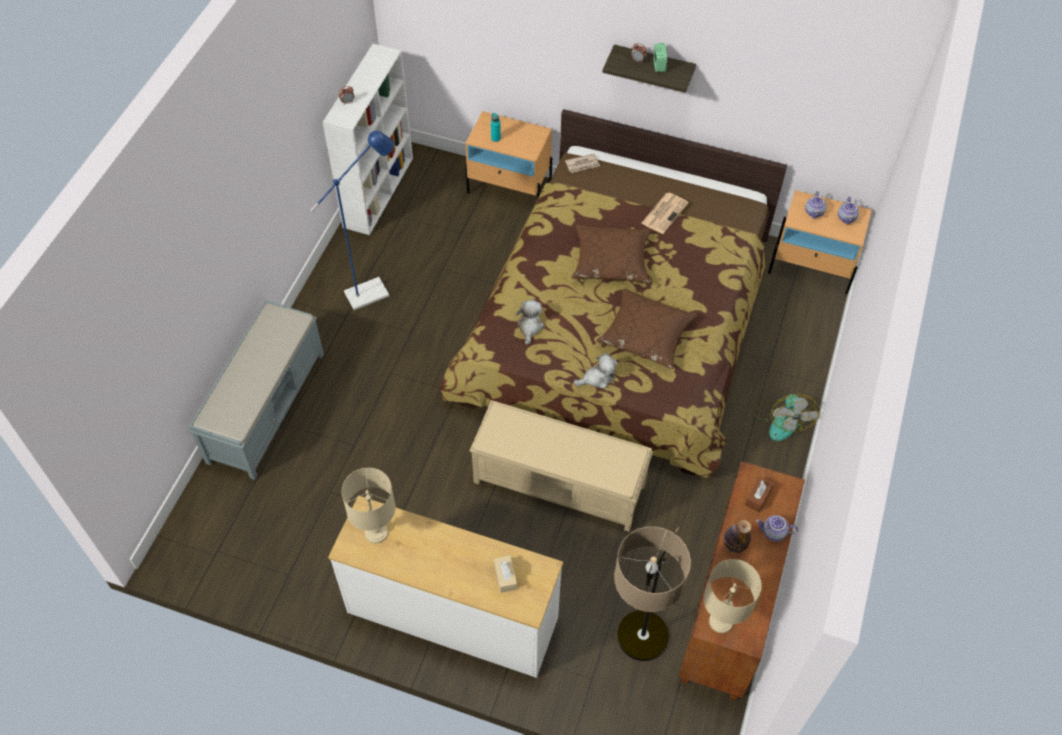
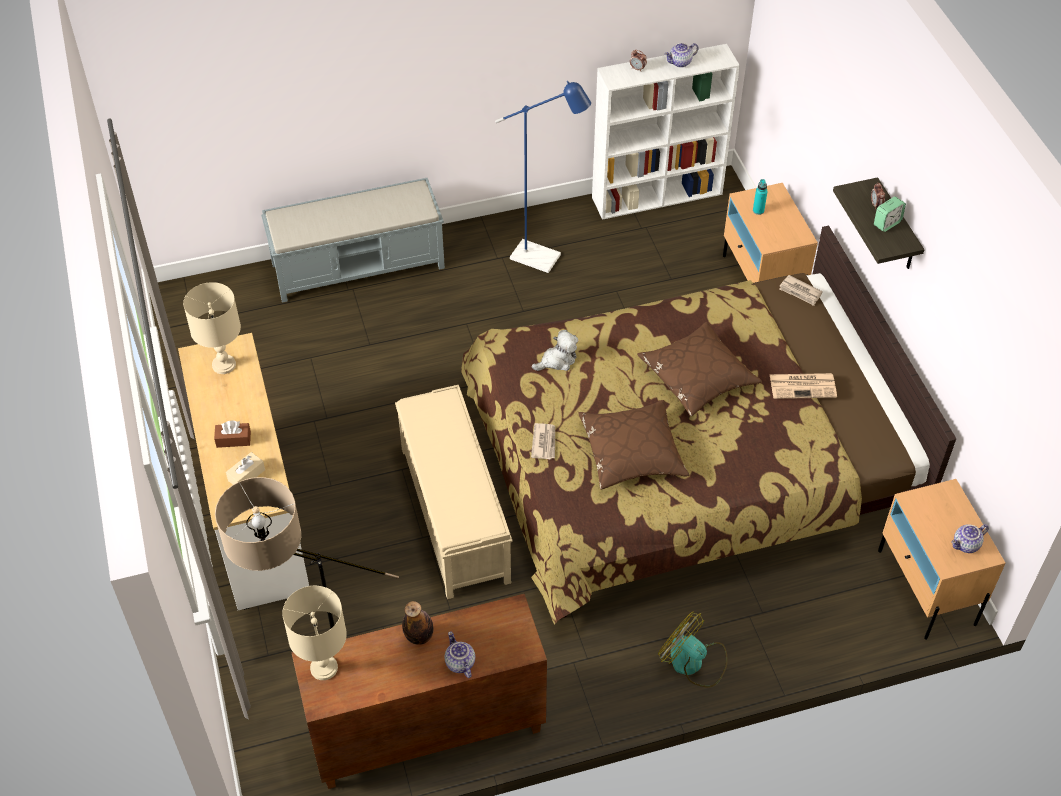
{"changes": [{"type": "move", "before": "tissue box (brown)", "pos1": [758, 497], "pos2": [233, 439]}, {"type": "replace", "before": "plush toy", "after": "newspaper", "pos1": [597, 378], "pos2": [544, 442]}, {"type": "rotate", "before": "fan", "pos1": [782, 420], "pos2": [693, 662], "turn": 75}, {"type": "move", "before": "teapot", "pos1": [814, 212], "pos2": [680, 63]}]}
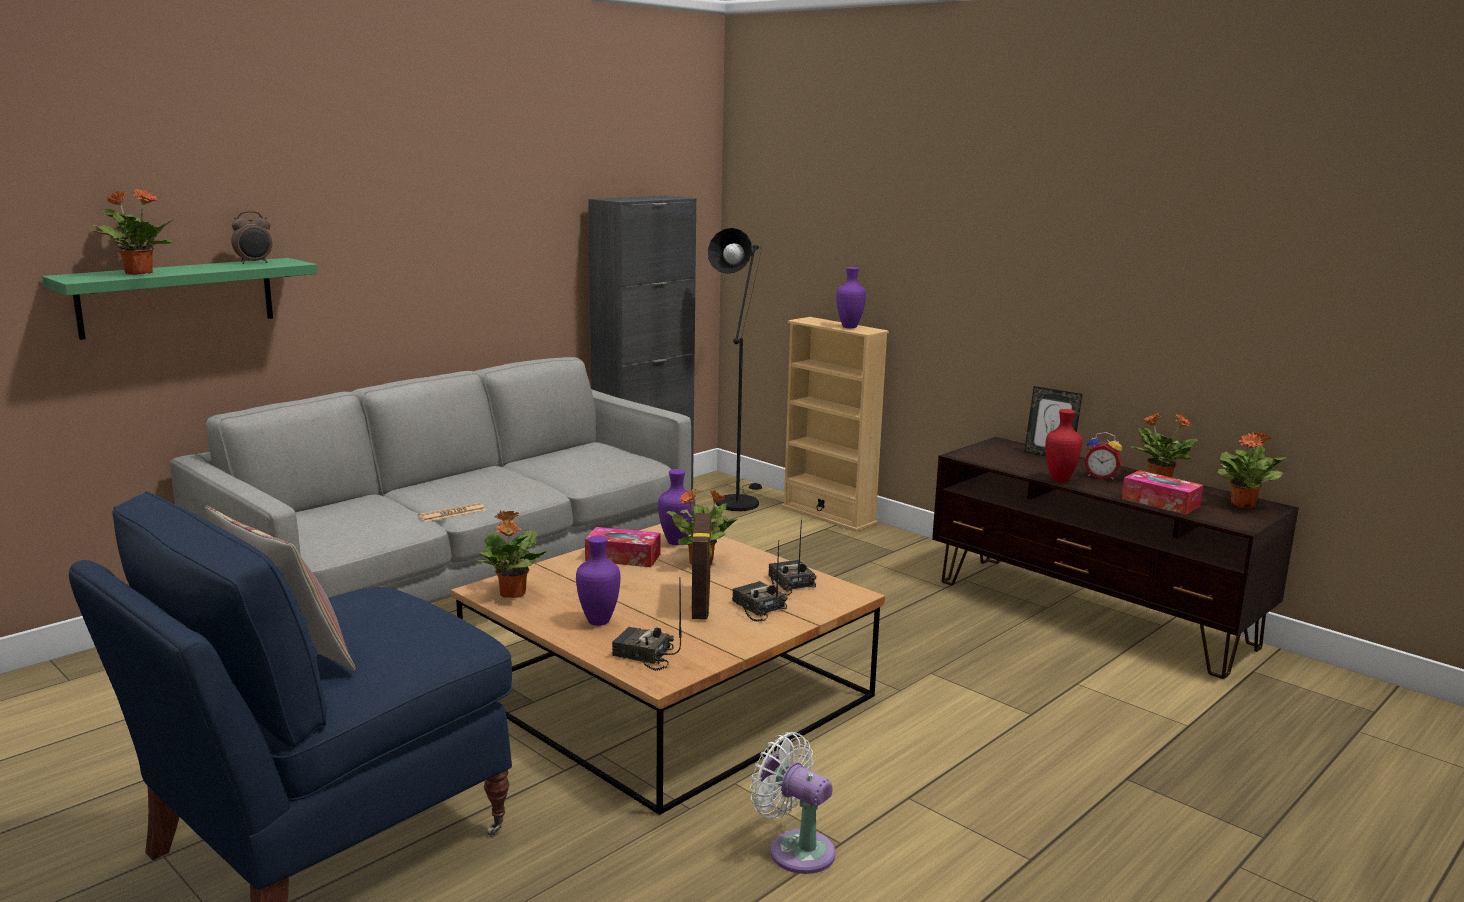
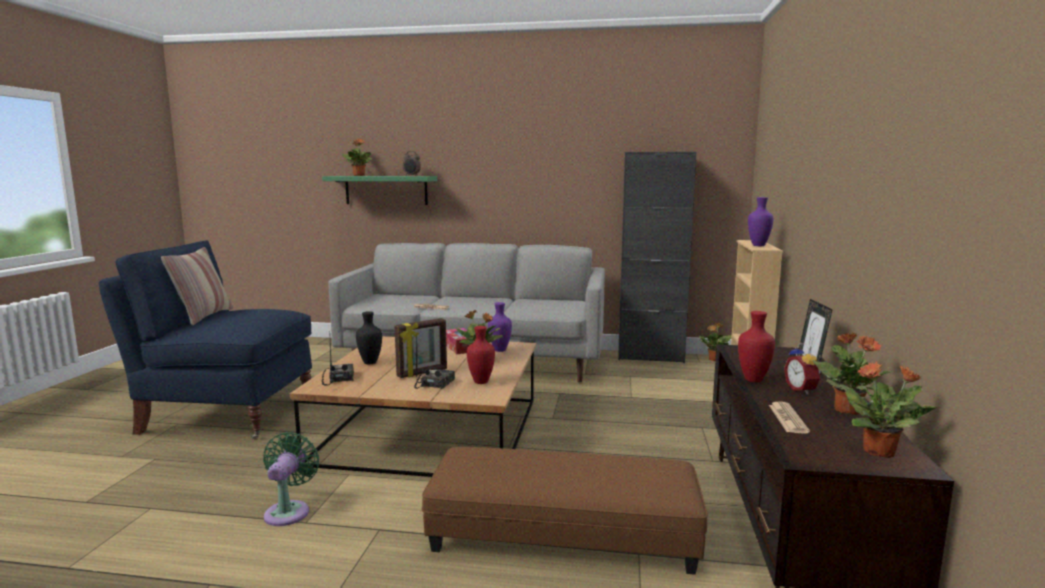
{"changes": [{"type": "recolor", "before": "fan (white)", "after": "fan (green)", "pos1": [796, 849], "pos2": [289, 511]}, {"type": "recolor", "before": "vase (purple)", "after": "vase (black)", "pos1": [599, 621], "pos2": [371, 362]}, {"type": "insert", "after": "ottoman (brown)", "pos2": [563, 533]}, {"type": "replace", "before": "radio", "after": "vase (red)", "pos1": [789, 584], "pos2": [482, 382]}, {"type": "move", "before": "potted plant", "pos1": [512, 594], "pos2": [714, 359]}, {"type": "replace", "before": "tissue box", "after": "newspaper", "pos1": [1160, 502], "pos2": [787, 418]}, {"type": "delete", "before": "floor lamp (black)", "pos1": [738, 501]}]}
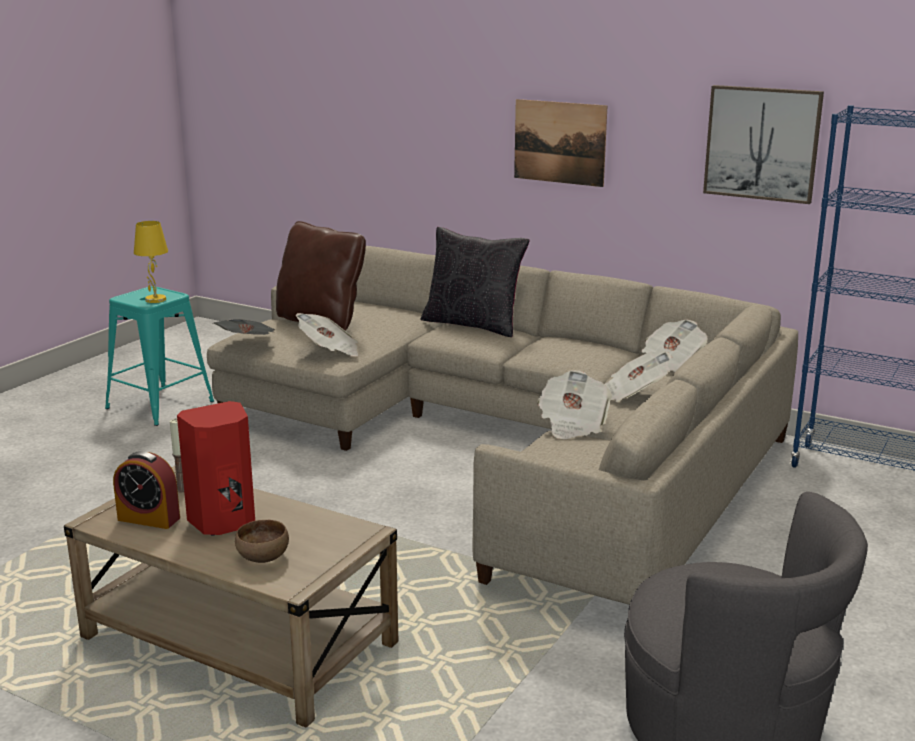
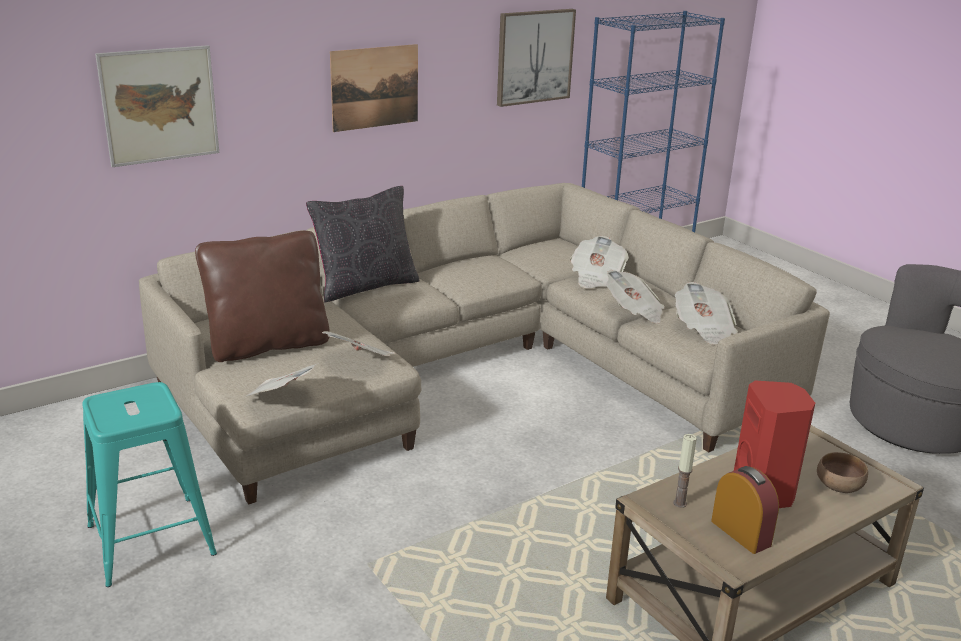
{"changes": [{"type": "insert", "after": "picture", "pos2": [160, 105]}, {"type": "move", "before": "newspaper", "pos1": [669, 364], "pos2": [703, 329]}, {"type": "rotate", "before": "alarm clock", "pos1": [149, 519], "pos2": [740, 533], "turn": -75}, {"type": "delete", "before": "table lamp (yellow)", "pos1": [155, 300]}]}
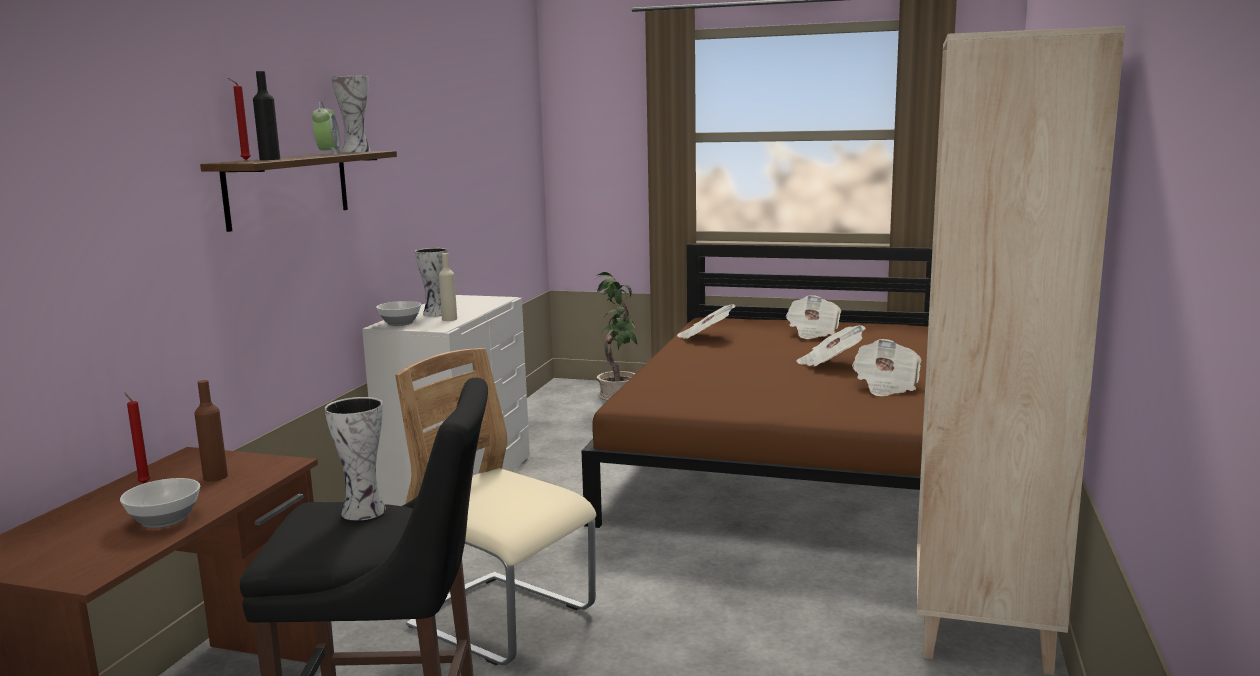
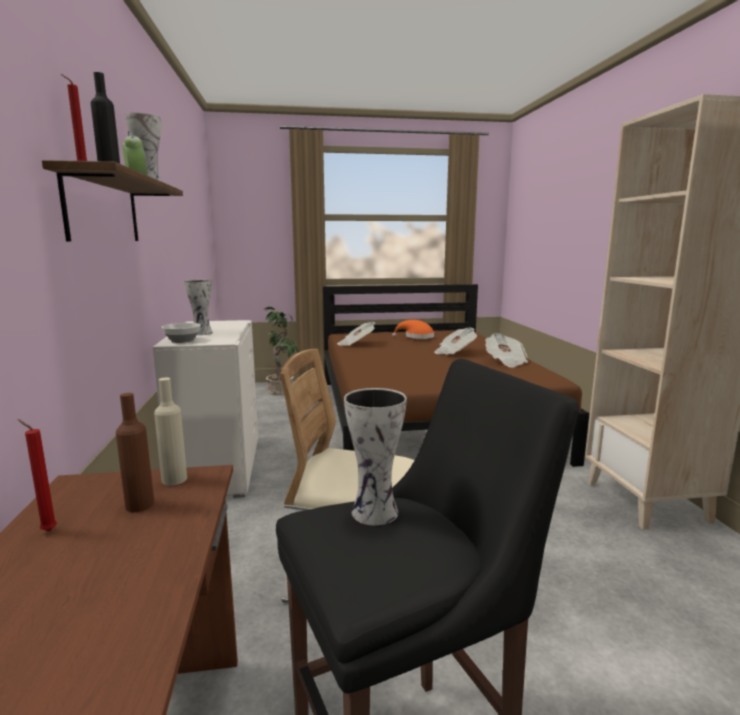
{"changes": [{"type": "move", "before": "bottle (beige)", "pos1": [449, 319], "pos2": [174, 479]}, {"type": "replace", "before": "newspaper", "after": "hat (orange)", "pos1": [812, 332], "pos2": [416, 337]}, {"type": "delete", "before": "bowl", "pos1": [166, 519]}]}
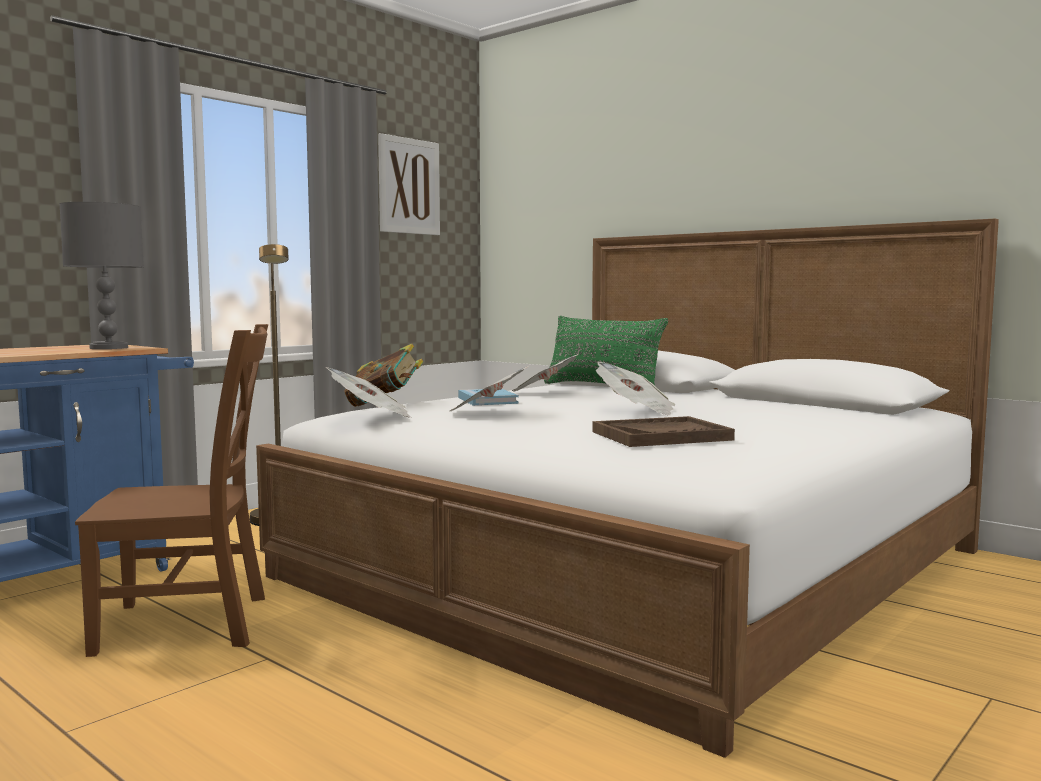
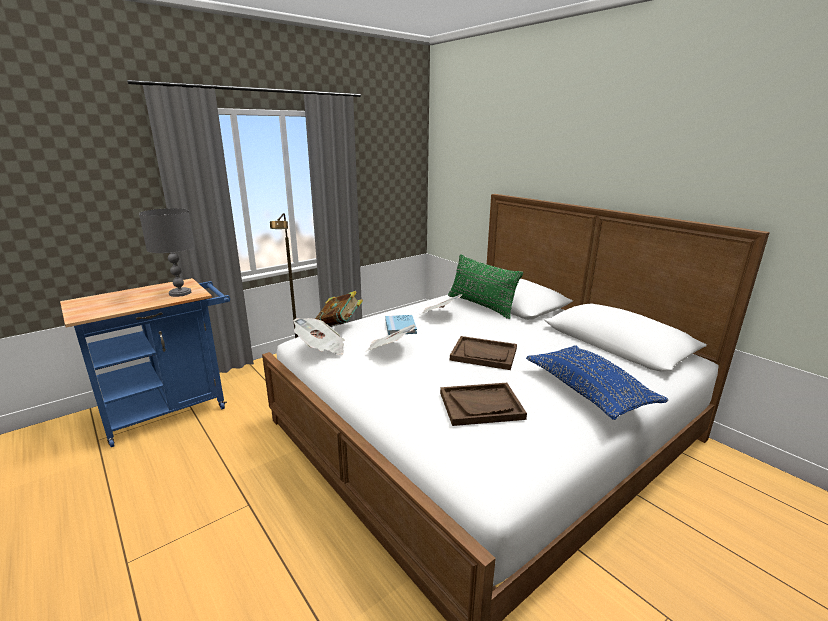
{"changes": [{"type": "replace", "before": "newspaper", "after": "tray (brown)", "pos1": [636, 411], "pos2": [484, 354]}, {"type": "insert", "after": "pillow (blue)", "pos2": [589, 391]}, {"type": "delete", "before": "chair (brown)", "pos1": [191, 624]}, {"type": "delete", "before": "picture", "pos1": [409, 186]}]}
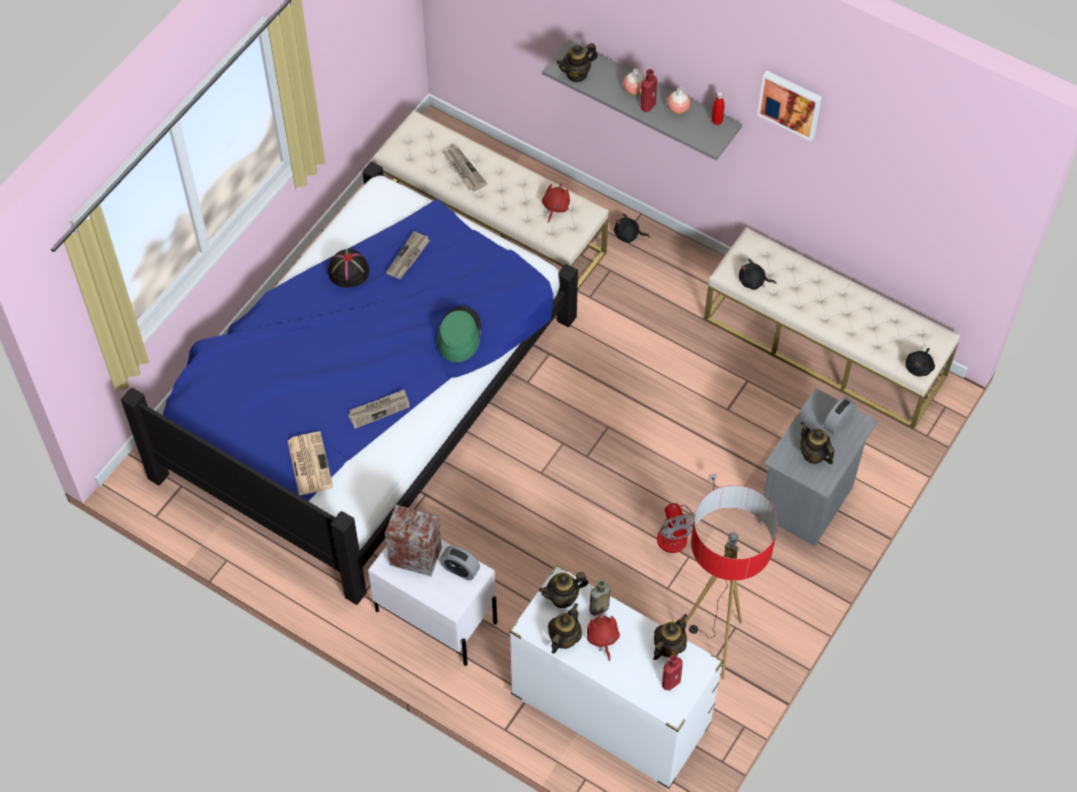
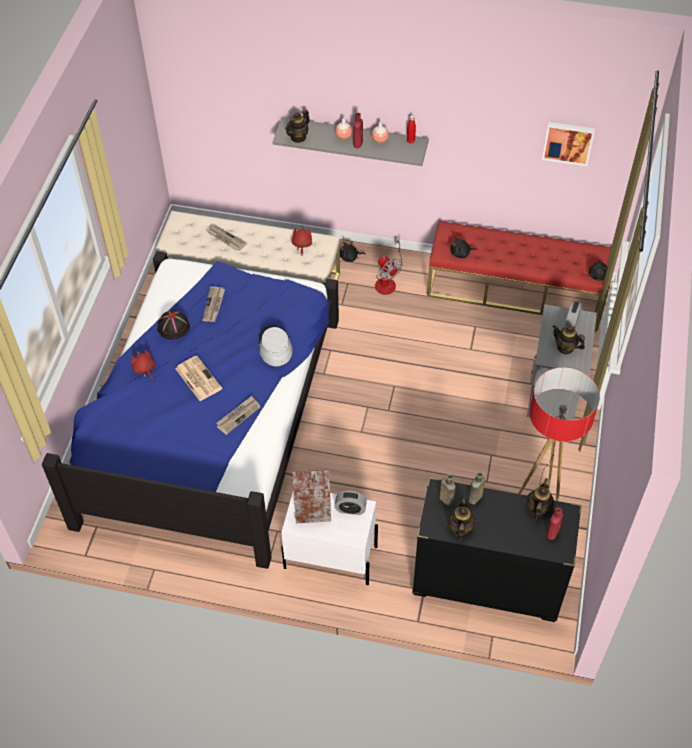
{"changes": [{"type": "move", "before": "plush toy (red)", "pos1": [602, 639], "pos2": [144, 369]}, {"type": "move", "before": "newspaper", "pos1": [309, 463], "pos2": [197, 378]}, {"type": "recolor", "before": "hat (green)", "after": "hat (grey)", "pos1": [459, 335], "pos2": [274, 346]}, {"type": "move", "before": "fan", "pos1": [679, 531], "pos2": [387, 280]}, {"type": "recolor", "before": "dresser (white)", "after": "dresser (black)", "pos1": [610, 711], "pos2": [487, 581]}, {"type": "recolor", "before": "bench (beige)", "after": "bench (red)", "pos1": [825, 347], "pos2": [516, 289]}, {"type": "replace", "before": "teapot", "after": "bottle (brown)", "pos1": [563, 597], "pos2": [445, 499]}, {"type": "move", "before": "picture", "pos1": [790, 103], "pos2": [568, 142]}]}
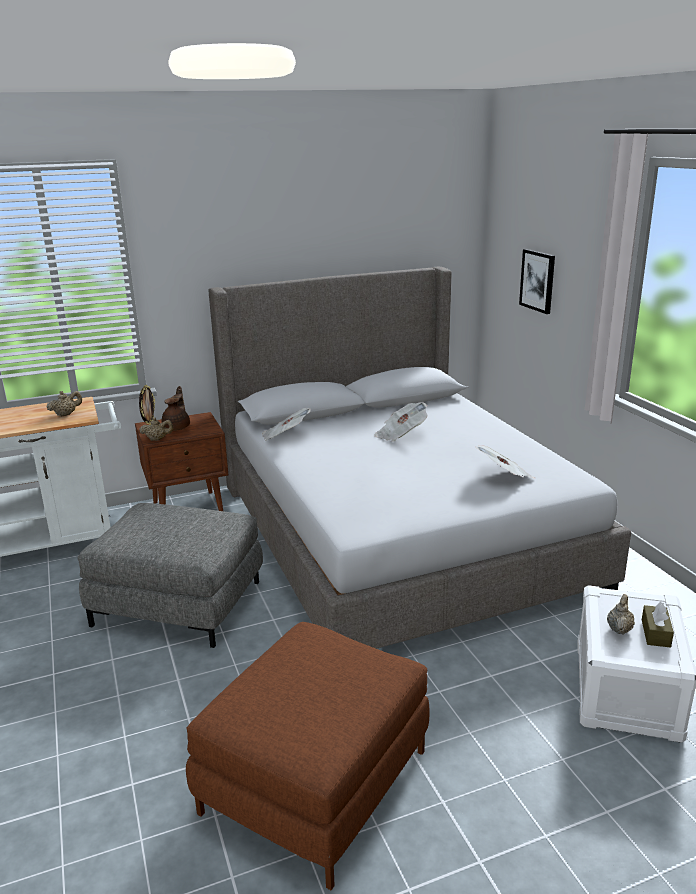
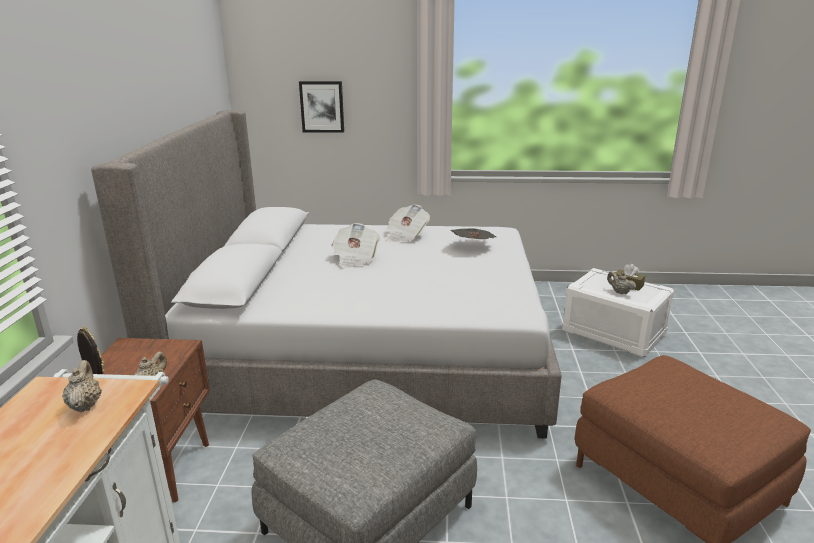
{"changes": [{"type": "move", "before": "newspaper", "pos1": [285, 437], "pos2": [406, 235]}, {"type": "delete", "before": "teapot (brown)", "pos1": [177, 427]}]}
